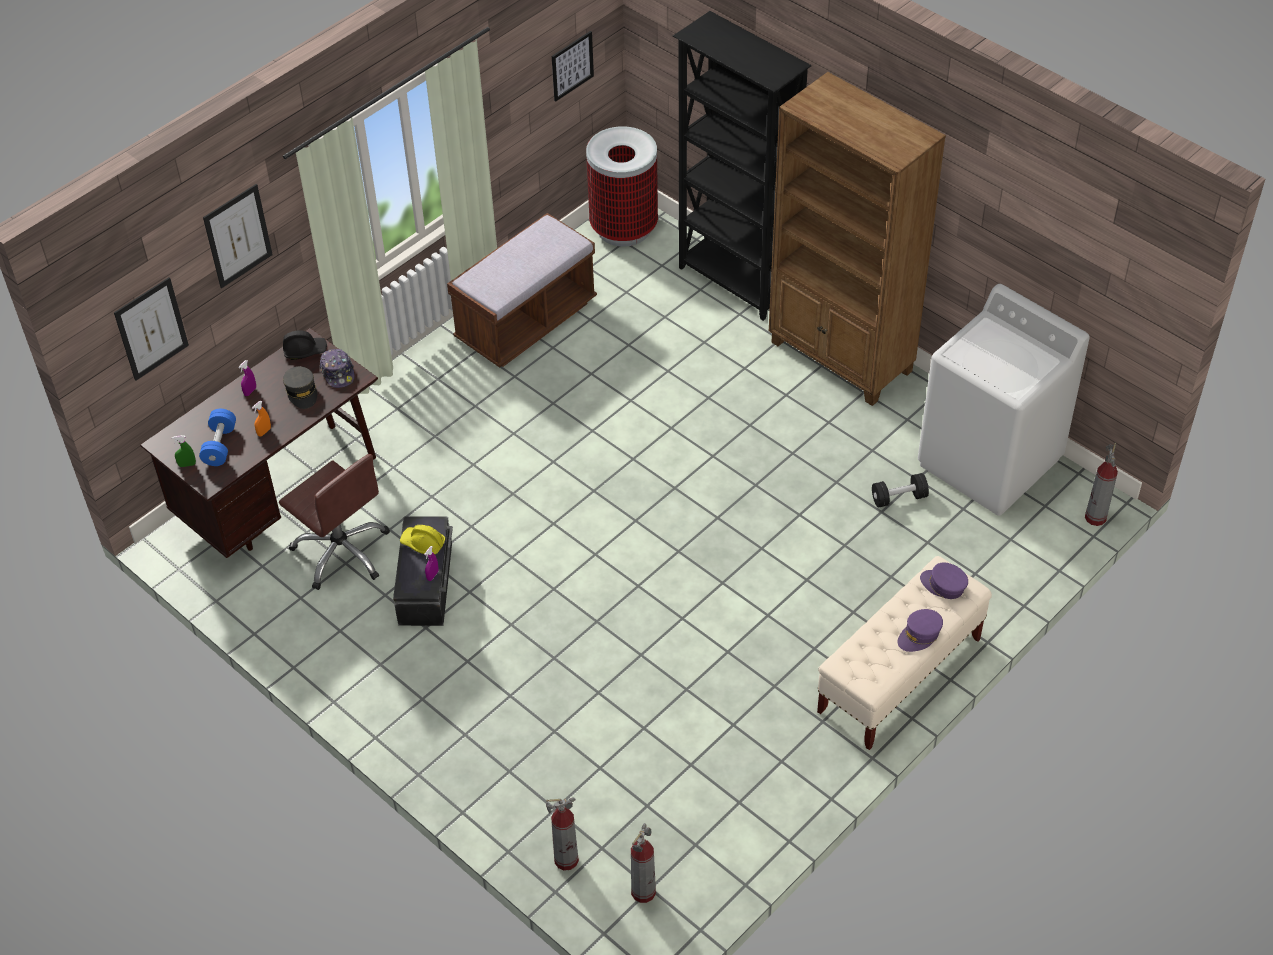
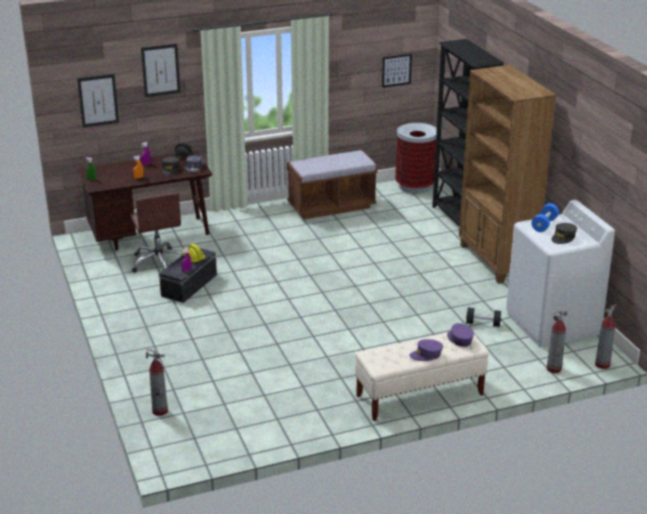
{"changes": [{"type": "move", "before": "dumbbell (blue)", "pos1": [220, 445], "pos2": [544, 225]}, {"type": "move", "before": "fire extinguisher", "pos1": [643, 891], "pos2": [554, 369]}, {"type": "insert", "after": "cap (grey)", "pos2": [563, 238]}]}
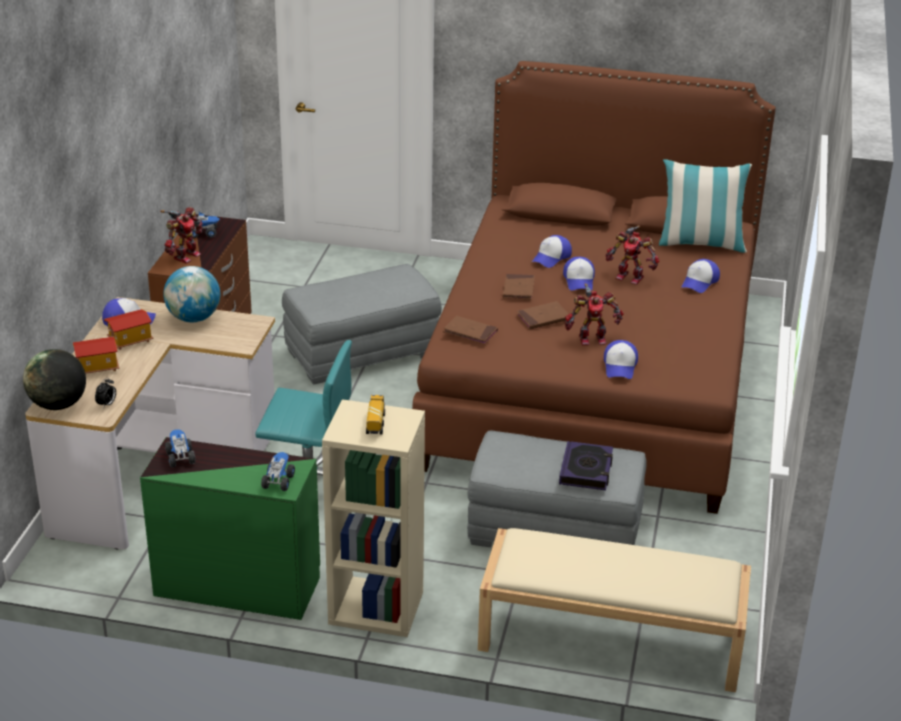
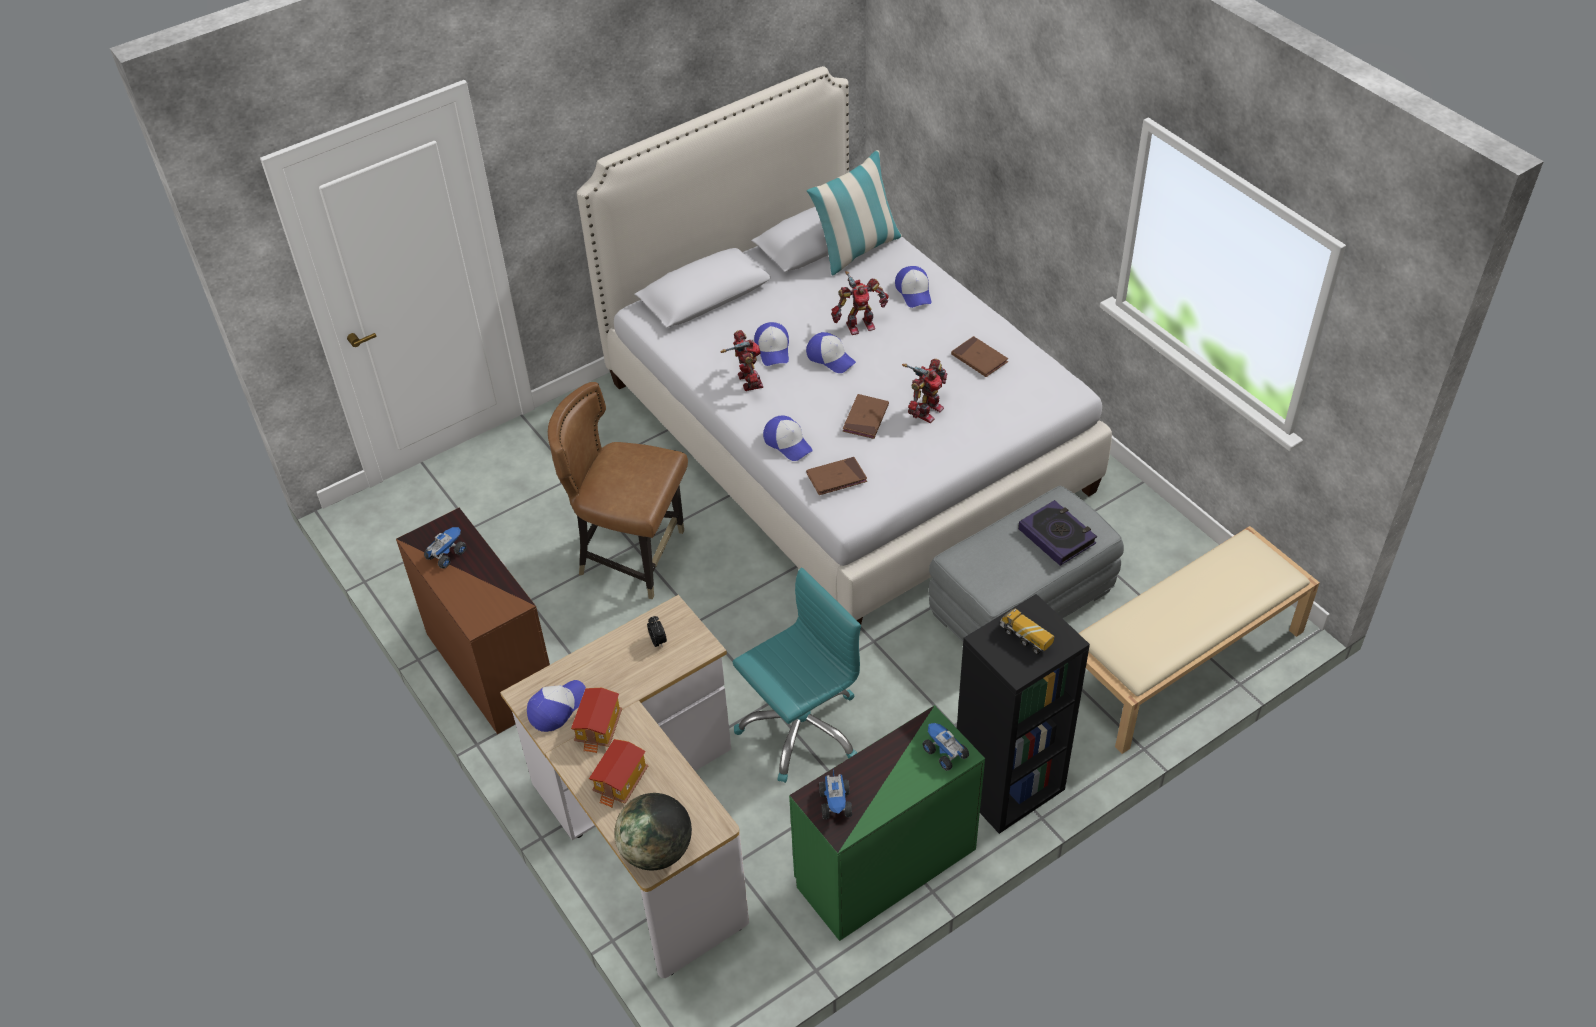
{"changes": [{"type": "replace", "before": "ottoman (grey)", "after": "chair (brown)", "pos1": [362, 352], "pos2": [632, 556]}, {"type": "recolor", "before": "bed (brown)", "after": "bed (white)", "pos1": [592, 377], "pos2": [843, 435]}, {"type": "move", "before": "alarm clock", "pos1": [107, 404], "pos2": [658, 641]}, {"type": "move", "before": "toy robot", "pos1": [185, 256], "pos2": [747, 382]}, {"type": "move", "before": "cap", "pos1": [620, 366], "pos2": [788, 443]}, {"type": "rotate", "before": "toy truck", "pos1": [180, 458], "pos2": [836, 804], "turn": -120}, {"type": "move", "before": "book (brown)", "pos1": [518, 289], "pos2": [979, 359]}, {"type": "recolor", "before": "bookcase (beige)", "after": "bookcase (black)", "pos1": [375, 608], "pos2": [1008, 787]}, {"type": "delete", "before": "globe", "pos1": [194, 318]}]}
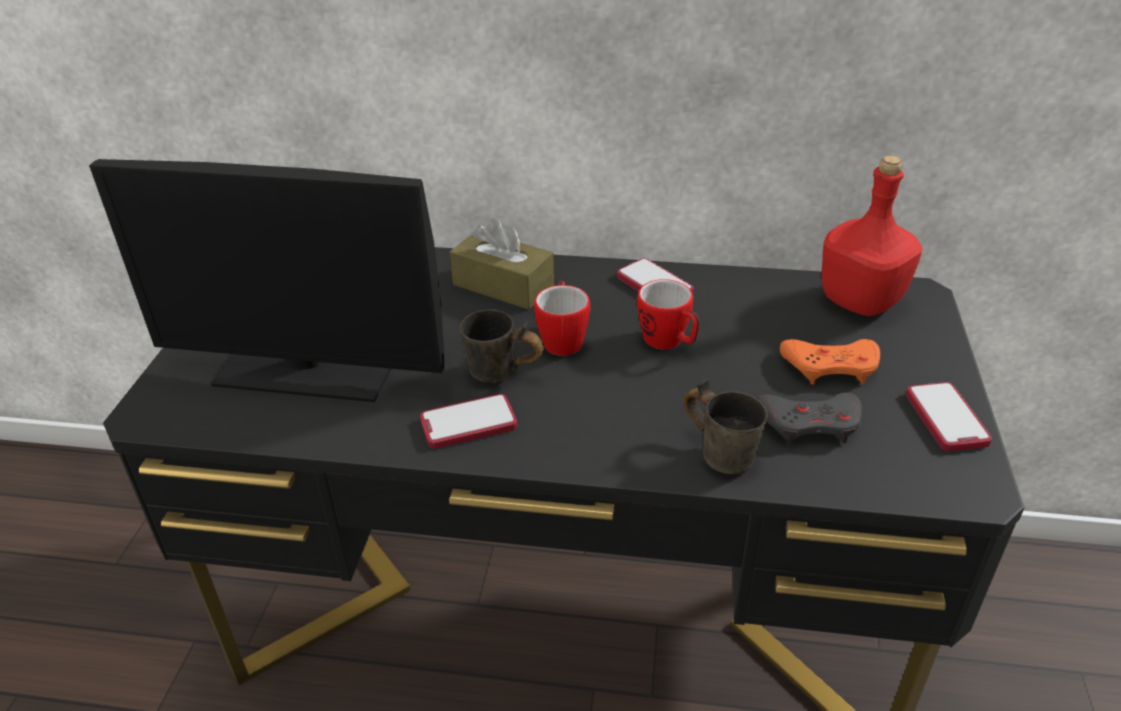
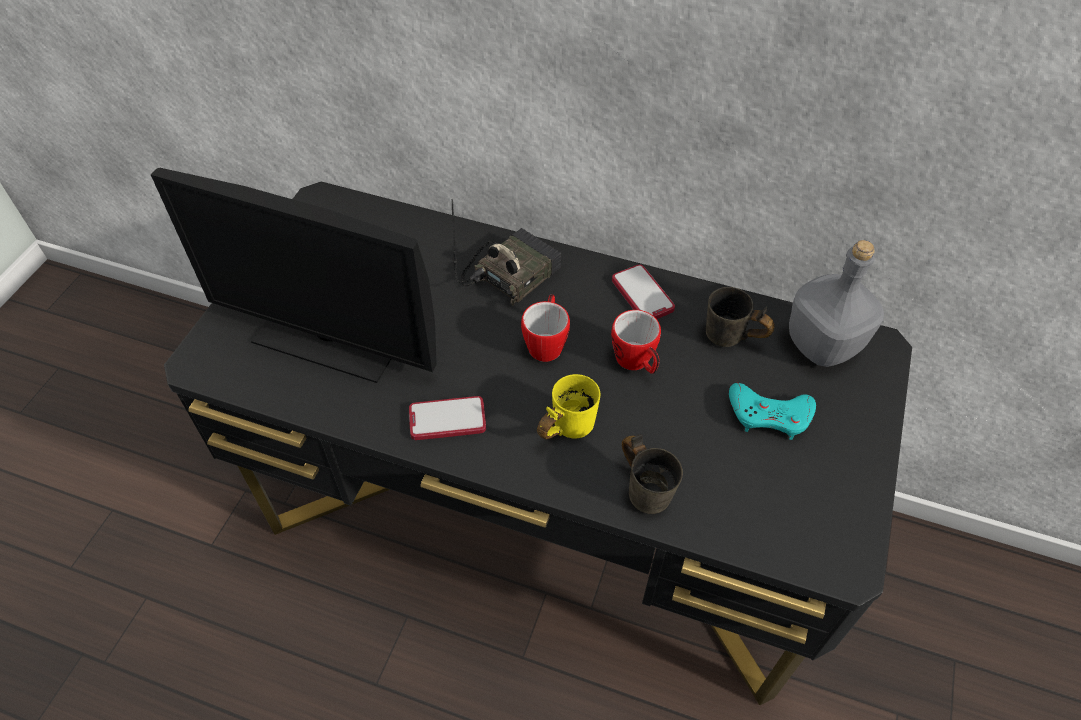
{"changes": [{"type": "replace", "before": "tissue box (brown)", "after": "radio", "pos1": [503, 285], "pos2": [510, 273]}, {"type": "insert", "after": "mug (yellow)", "pos2": [563, 426]}, {"type": "move", "before": "mug (grey)", "pos1": [500, 377], "pos2": [730, 341]}, {"type": "recolor", "before": "game controller (orange)", "after": "game controller (turquoise)", "pos1": [831, 366], "pos2": [769, 415]}, {"type": "recolor", "before": "bottle (red)", "after": "bottle (grey)", "pos1": [862, 301], "pos2": [823, 346]}, {"type": "delete", "before": "game controller (grey)", "pos1": [810, 423]}, {"type": "delete", "before": "phone", "pos1": [946, 418]}]}
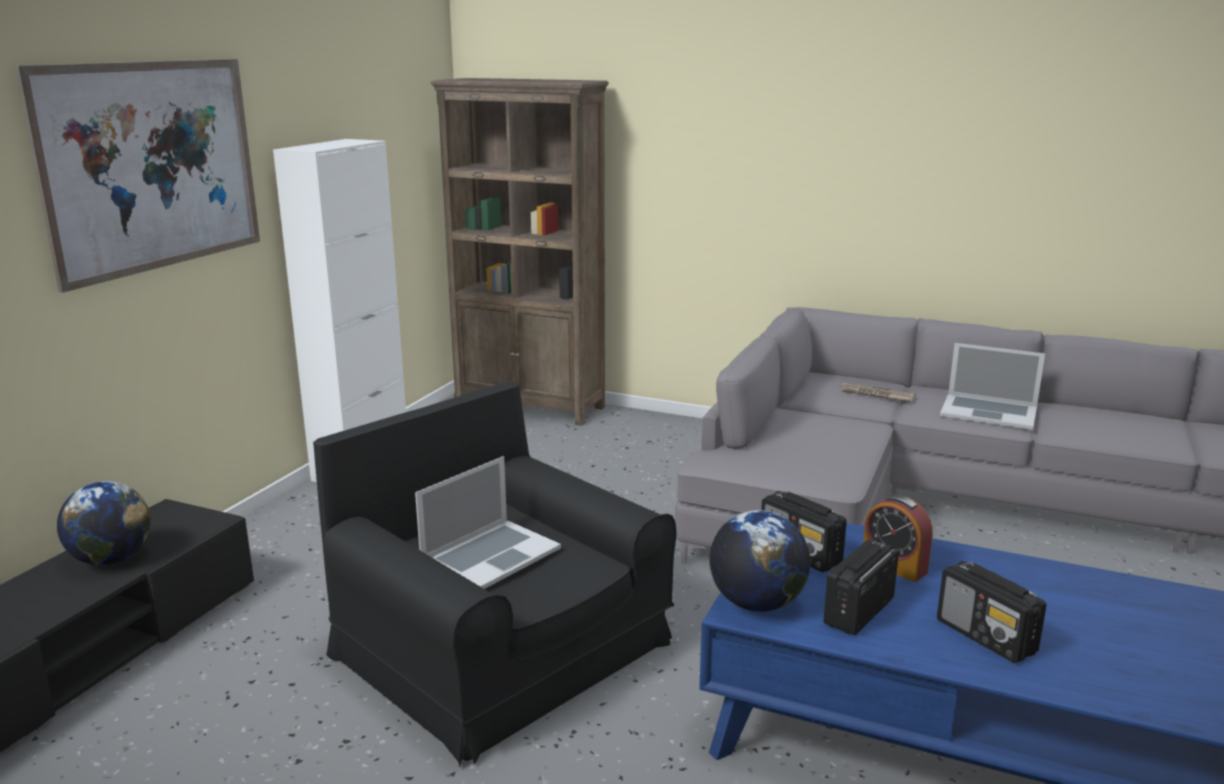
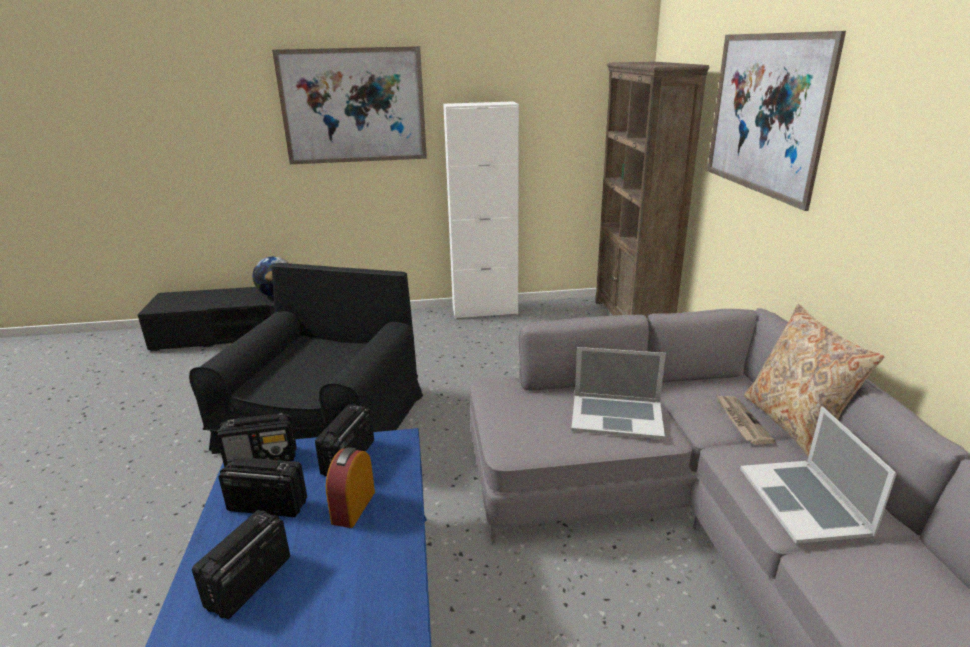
{"changes": [{"type": "replace", "before": "globe", "after": "radio", "pos1": [756, 603], "pos2": [262, 458]}, {"type": "move", "before": "laptop", "pos1": [490, 555], "pos2": [617, 416]}, {"type": "insert", "after": "picture", "pos2": [764, 114]}, {"type": "insert", "after": "pillow (beige)", "pos2": [794, 424]}]}
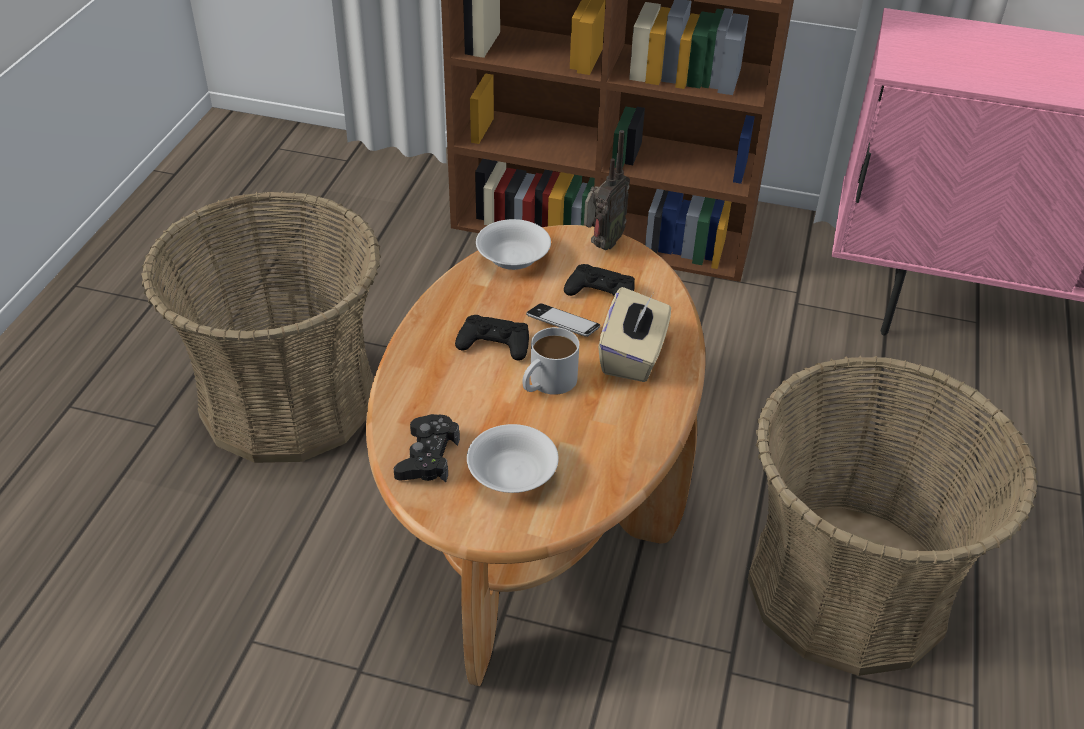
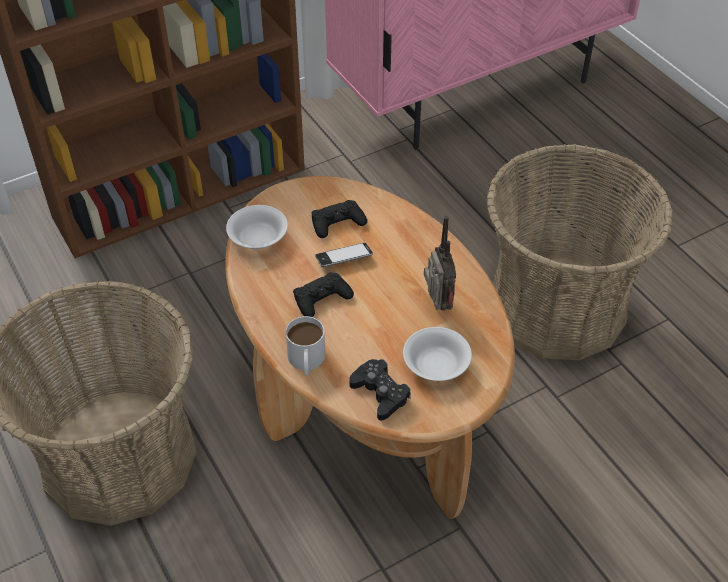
{"changes": [{"type": "move", "before": "mug (white)", "pos1": [546, 383], "pos2": [306, 361]}, {"type": "move", "before": "radio", "pos1": [602, 244], "pos2": [437, 305]}, {"type": "delete", "before": "tissue box (beige)", "pos1": [633, 356]}]}
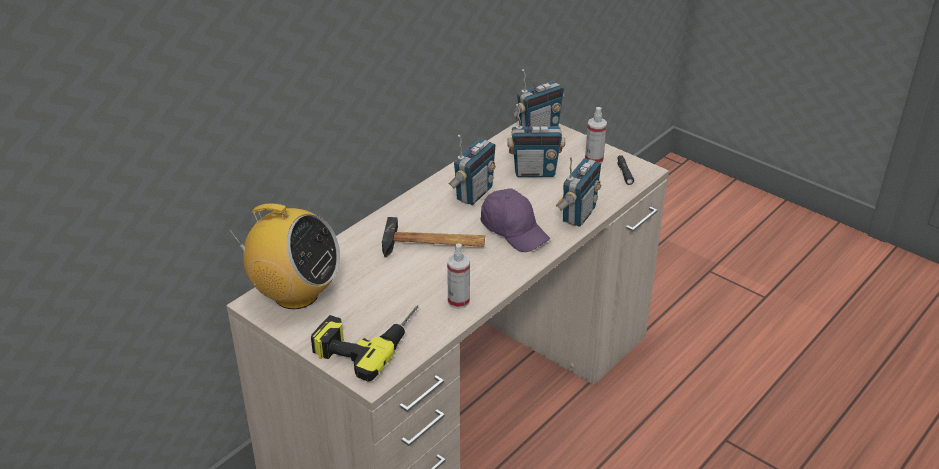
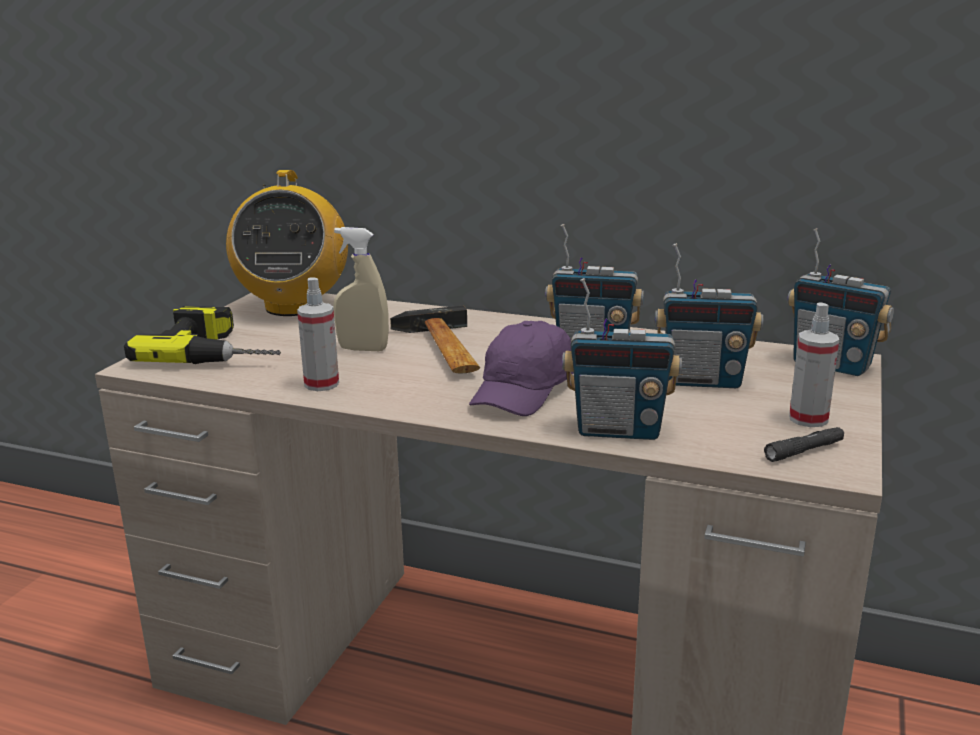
{"changes": [{"type": "insert", "after": "spray bottle (beige)", "pos2": [363, 349]}, {"type": "rotate", "before": "radio", "pos1": [534, 172], "pos2": [703, 381], "turn": -60}]}
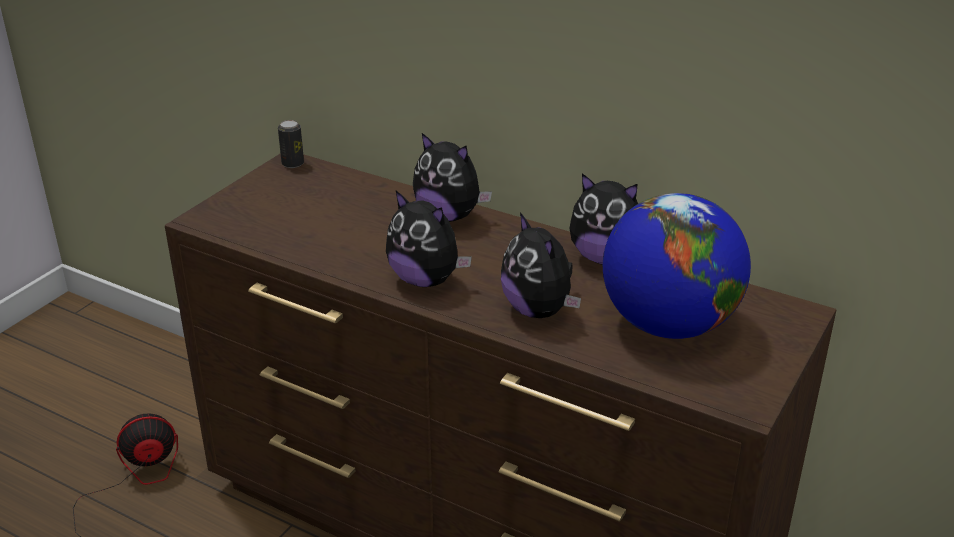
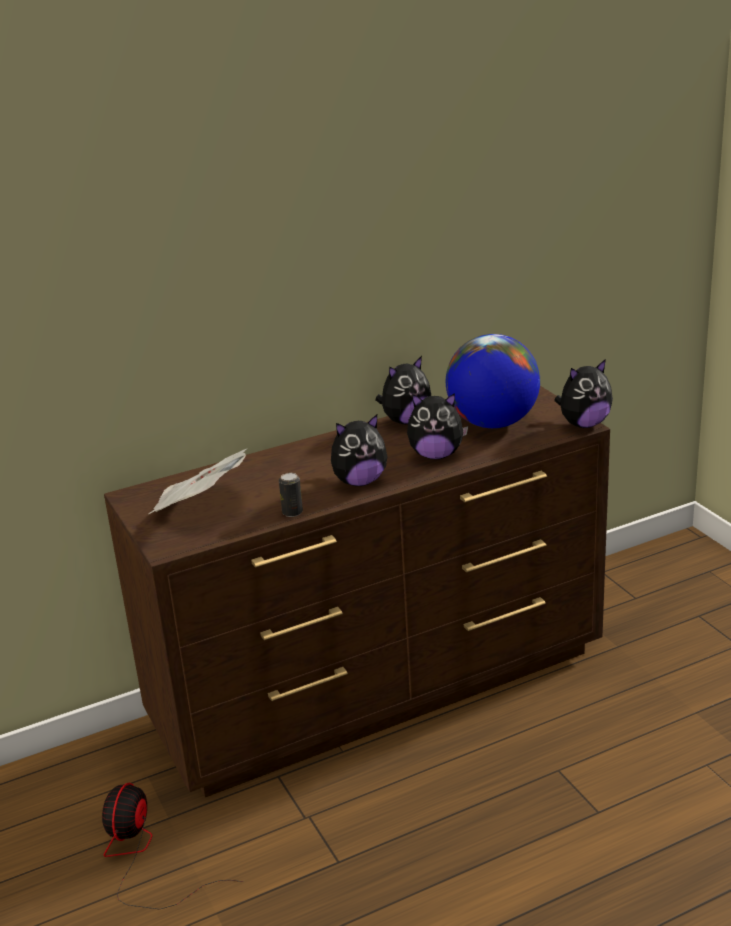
{"changes": [{"type": "insert", "after": "newspaper", "pos2": [200, 506]}, {"type": "move", "before": "can", "pos1": [292, 164], "pos2": [292, 512]}, {"type": "move", "before": "plush toy", "pos1": [449, 216], "pos2": [583, 424]}]}
